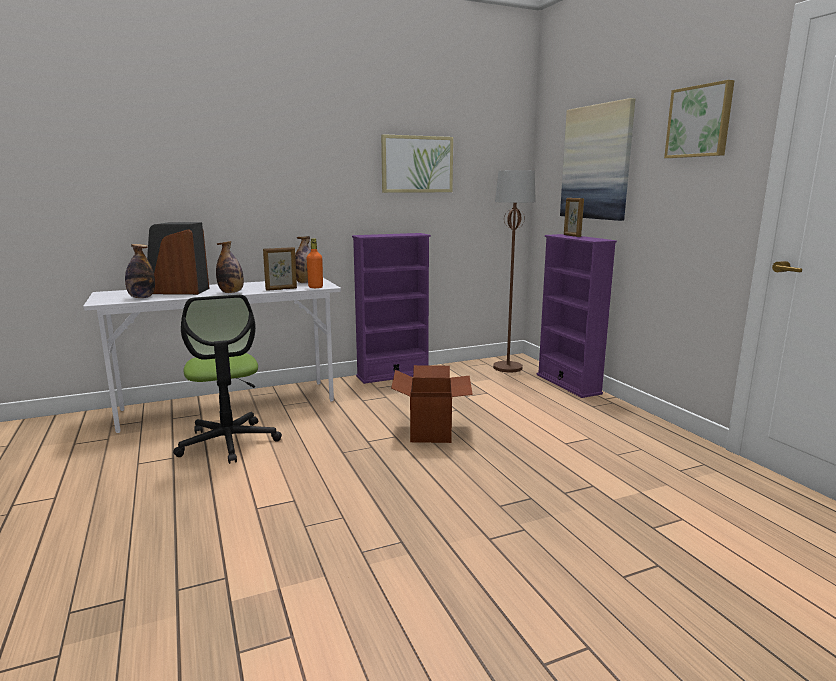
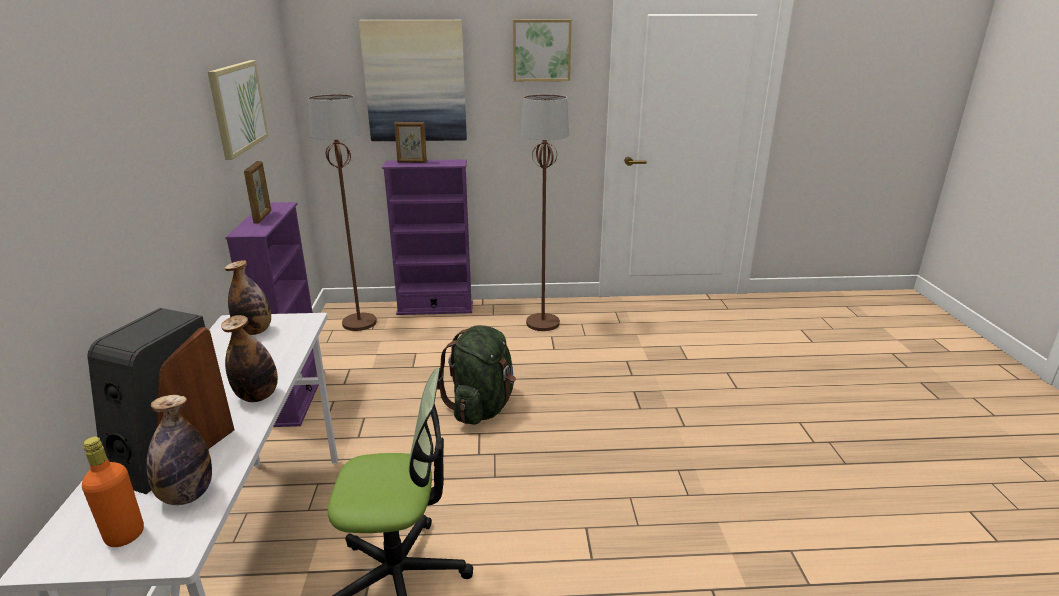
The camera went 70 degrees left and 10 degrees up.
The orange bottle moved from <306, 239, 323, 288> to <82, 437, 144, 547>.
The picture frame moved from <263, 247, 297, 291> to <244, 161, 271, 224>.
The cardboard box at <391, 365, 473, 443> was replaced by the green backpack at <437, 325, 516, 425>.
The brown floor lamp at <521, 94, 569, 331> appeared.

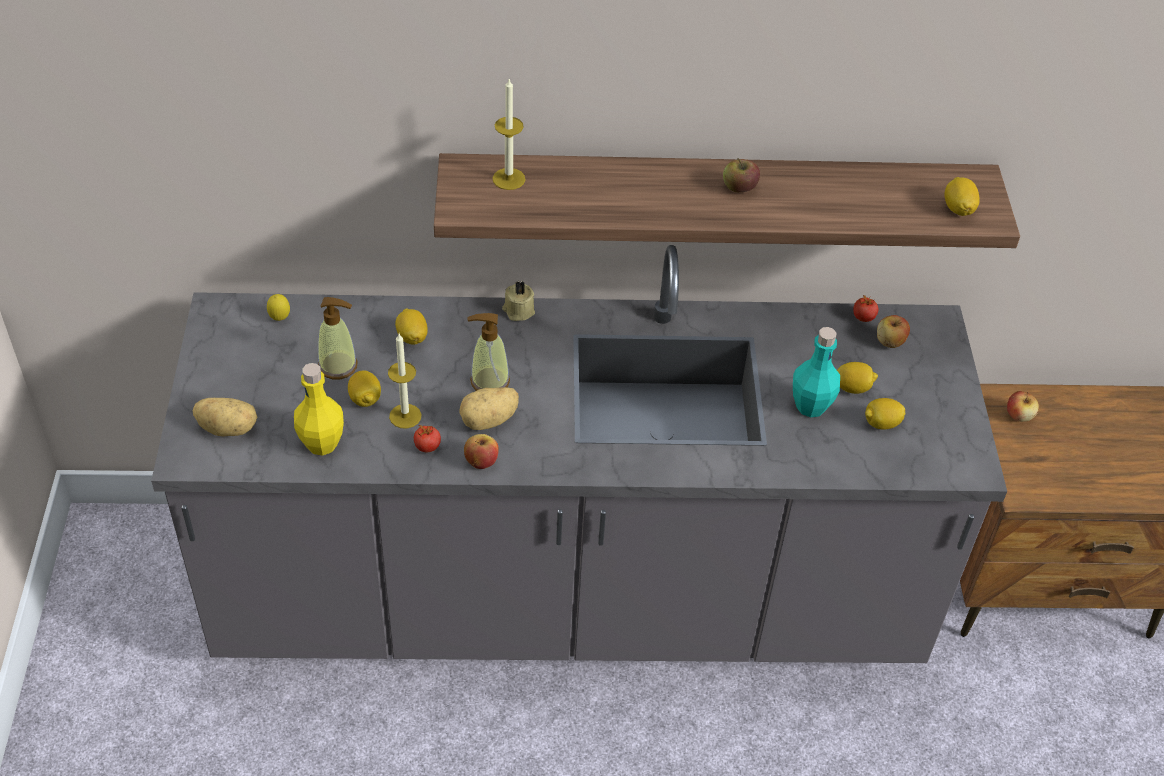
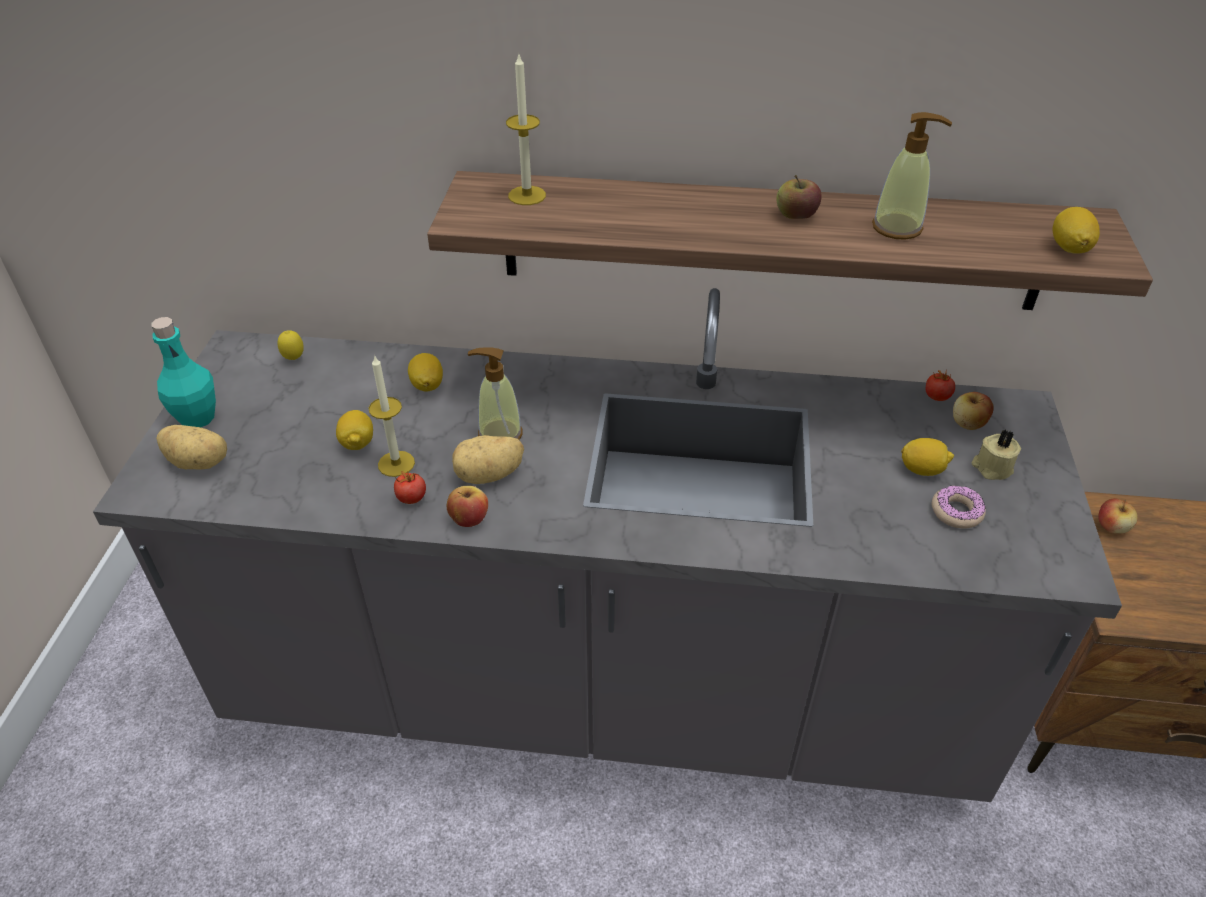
The camera went 10 degrees right and 5 degrees down.
The beige candle moved from <502, 281, 535, 321> to <971, 430, 1021, 480>.
The soap dispenser moved from <318, 297, 358, 379> to <872, 112, 952, 240>.
The turquoise bottle moved from <793, 327, 840, 417> to <151, 317, 216, 427>.
The yellow bottle at <294, 363, 344, 455> disappeared.
The lemon at <865, 398, 905, 429> was replaced by the donut at <932, 485, 986, 528>.

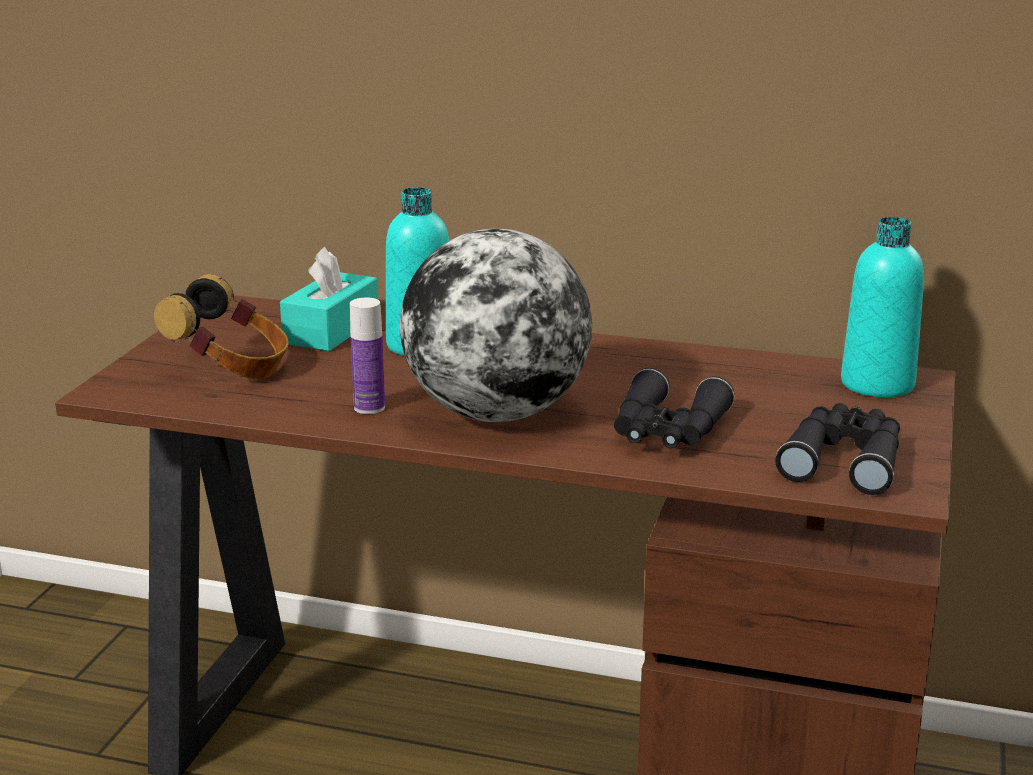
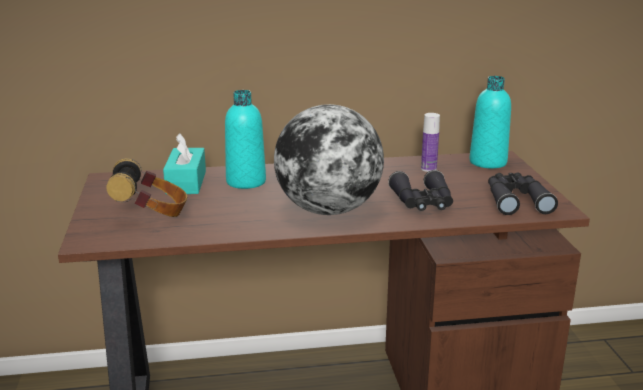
The camera went 25 degrees left and 0 degrees up.
The bottle moved from <350, 298, 385, 414> to <421, 113, 440, 172>.

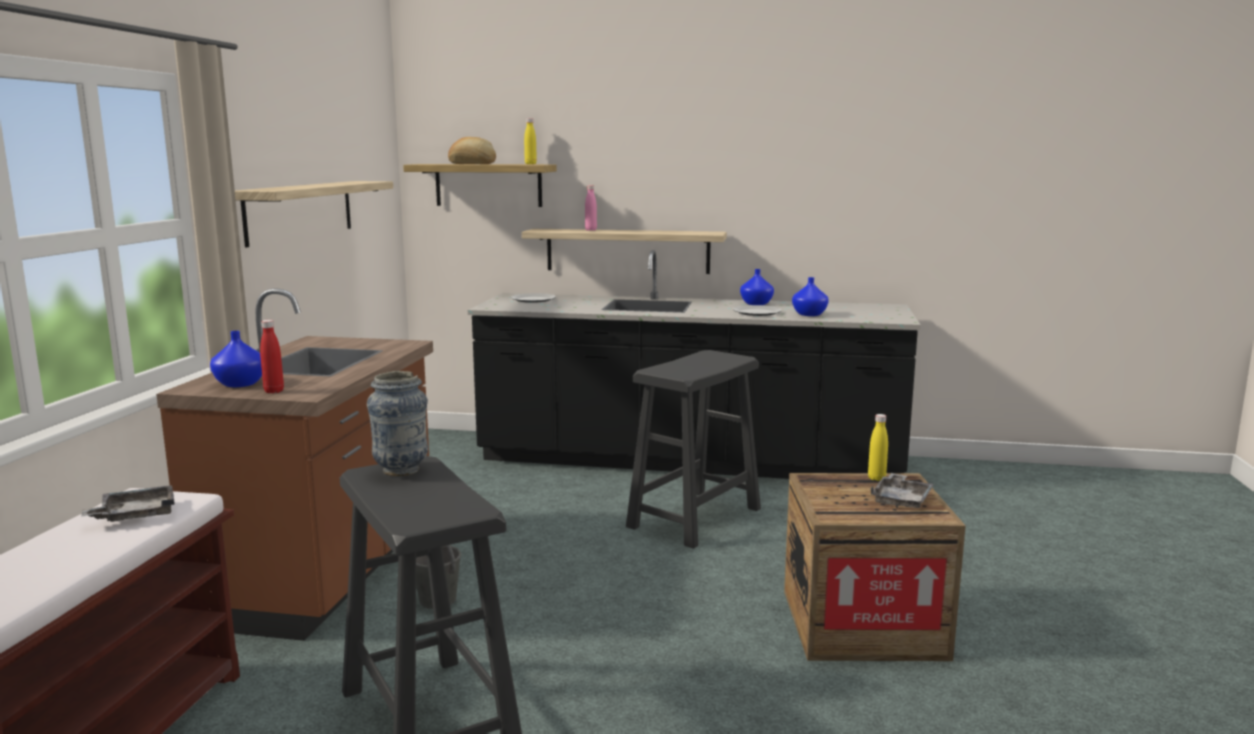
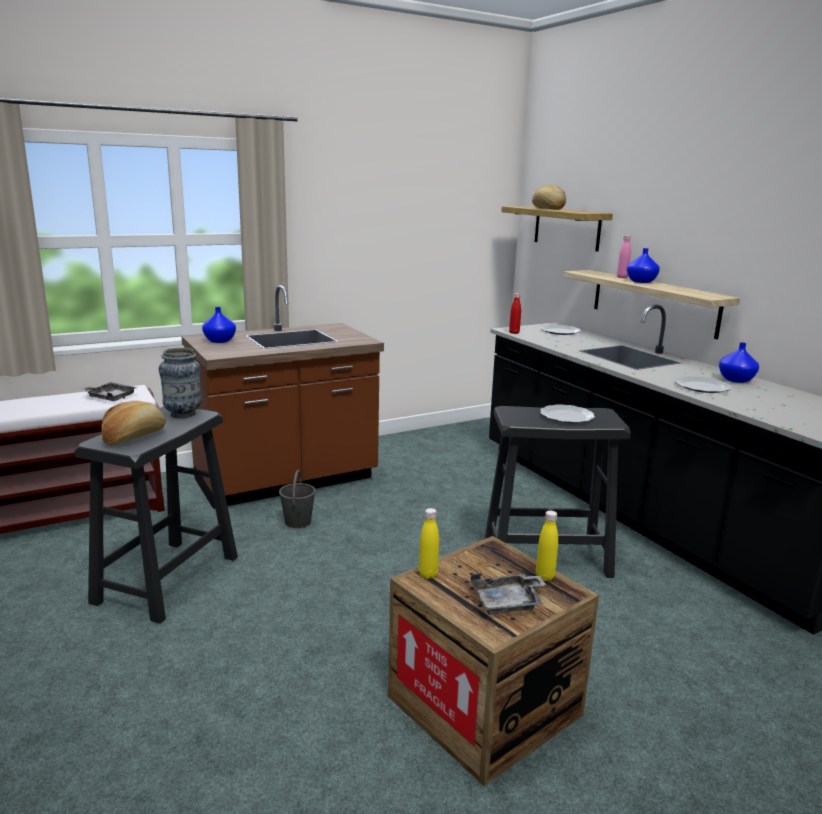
The camera went 50 degrees right and 5 degrees up.
The yellow bottle moved from <524, 118, 537, 164> to <419, 508, 439, 579>.
The shelf at <235, 181, 393, 248> disappeared.
The blue vase moved from <792, 277, 829, 316> to <627, 248, 660, 283>.
The red bottle moved from <260, 320, 284, 393> to <509, 293, 521, 334>.
The bread at <101, 401, 166, 445> appeared.
The plate at <540, 404, 595, 423> appeared.

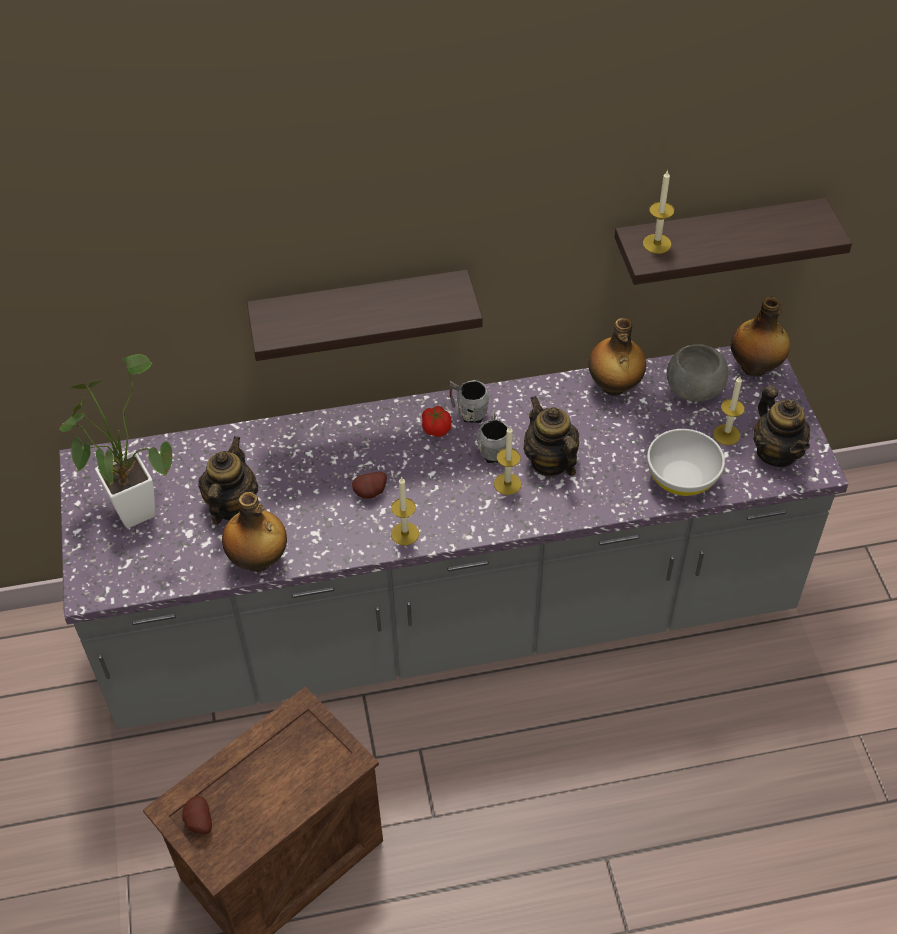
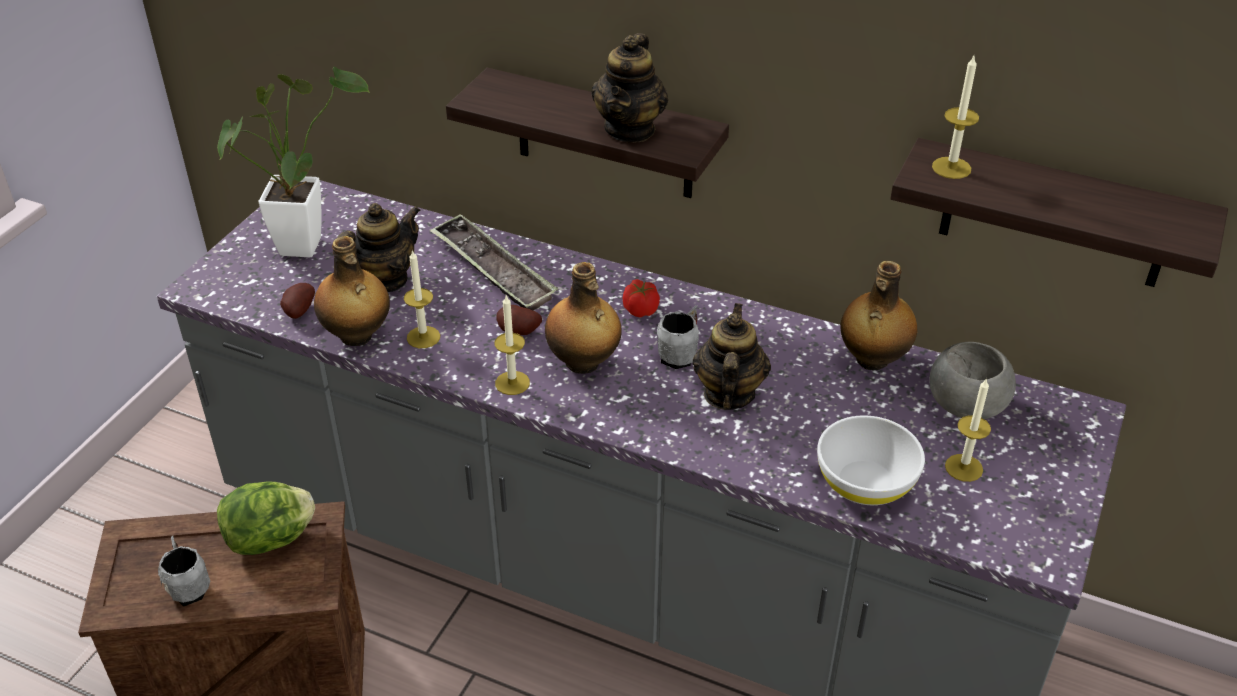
The camera went 35 degrees right and 10 degrees down.
The bottle moved from <731, 297, 790, 377> to <545, 262, 622, 374>.
The grey mug moved from <449, 380, 489, 423> to <158, 536, 210, 606>.
The teapot moved from <753, 386, 810, 467> to <591, 33, 668, 143>.
The candle moved from <494, 426, 521, 495> to <404, 249, 440, 348>.
The potato moved from <182, 796, 212, 834> to <280, 283, 315, 319>.
The tray at <430, 214, 558, 310> appeared.
The lettuce at <217, 482, 315, 555> appeared.

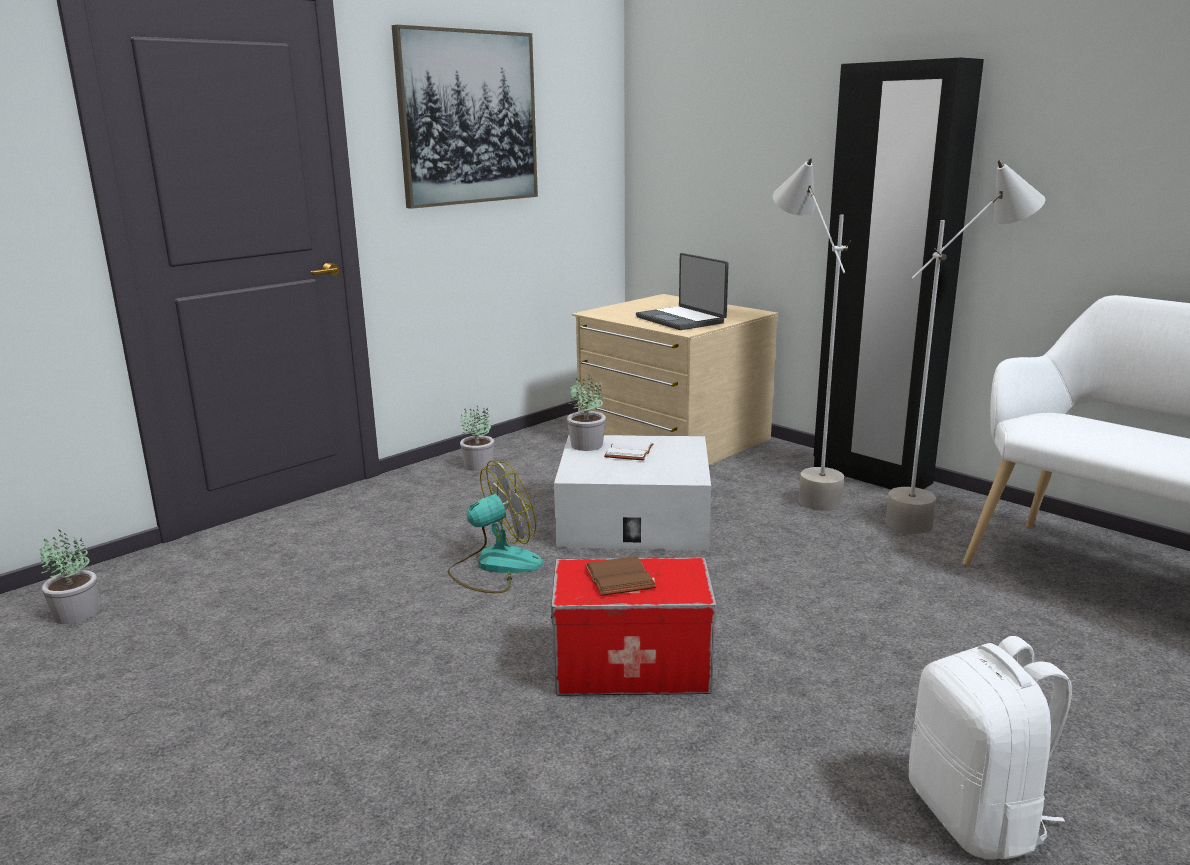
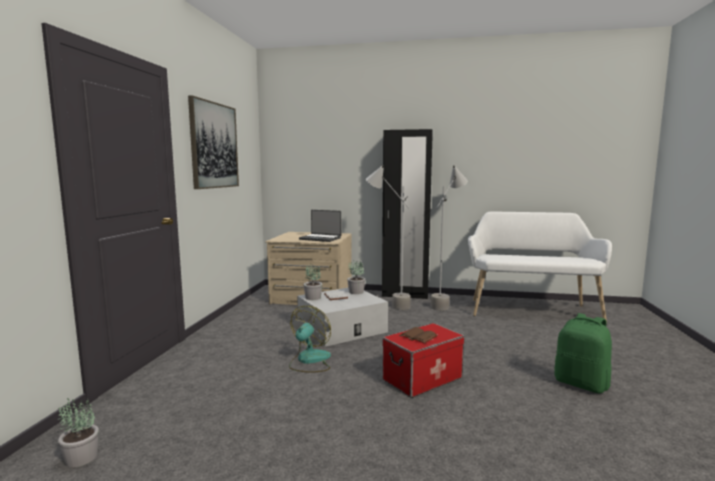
The camera went 35 degrees left and 10 degrees down.
The potted plant moved from <460, 406, 494, 471> to <347, 260, 365, 294>.
The white backpack at <909, 636, 1072, 860> became the green backpack at <554, 313, 612, 394>.

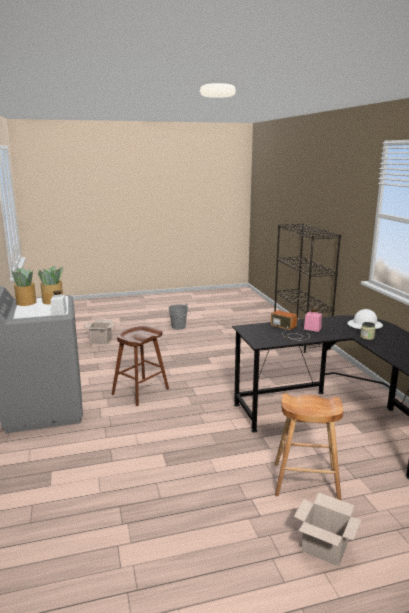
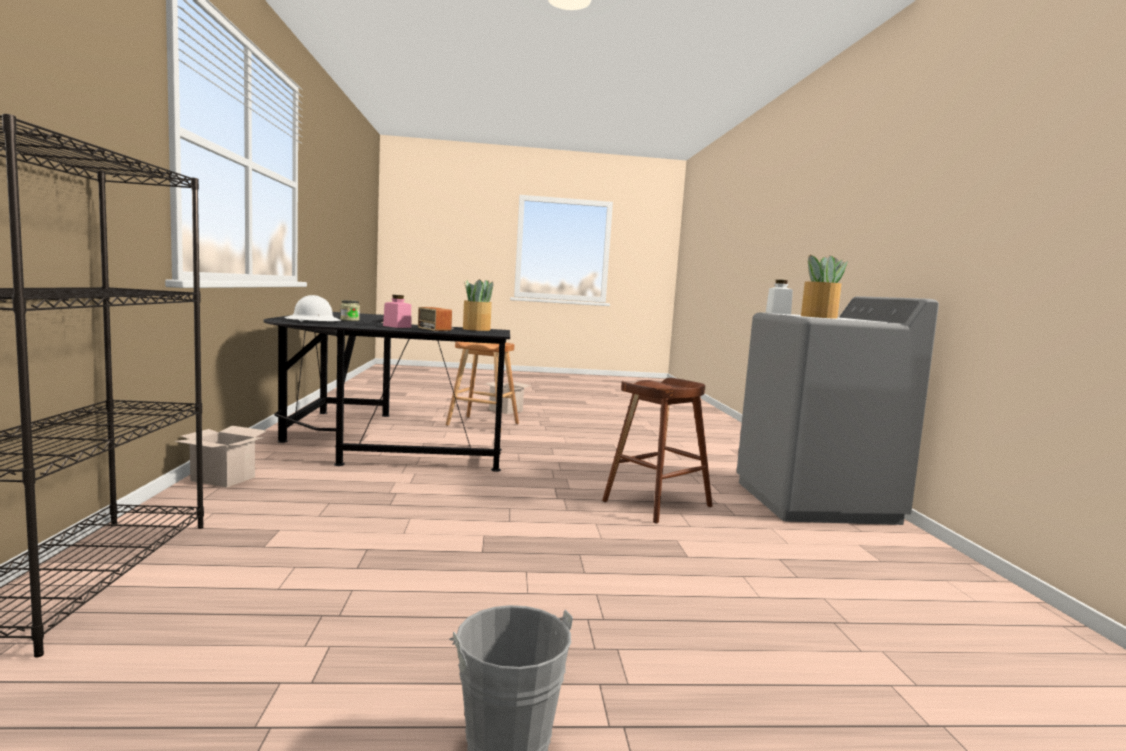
The camera went 170 degrees left and 10 degrees down.
The potted plant moved from <12, 267, 36, 306> to <463, 279, 494, 331>.
The cardboard box moved from <84, 319, 115, 344> to <174, 426, 266, 487>.

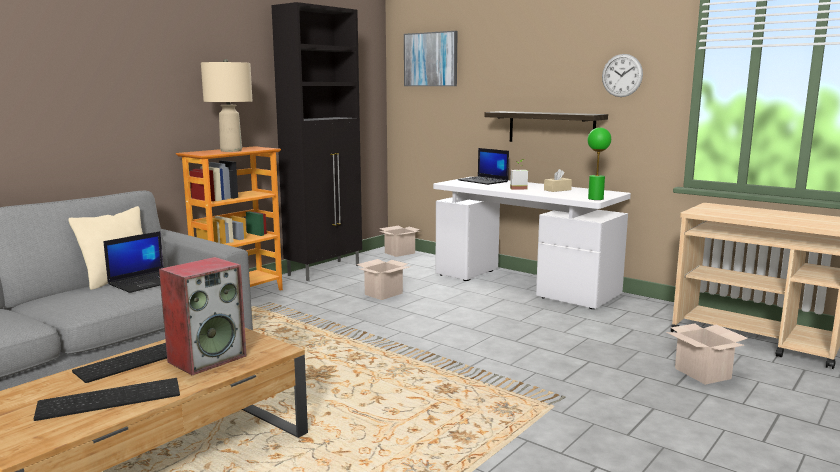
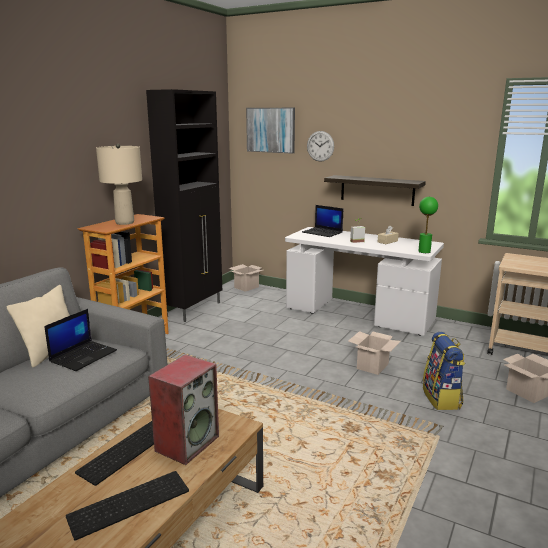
The camera went 10 degrees left and 5 degrees up.
The wall clock moved from <602, 54, 643, 97> to <307, 131, 334, 162>.
The cardboard box moved from <356, 259, 409, 300> to <348, 331, 401, 375>.
The backpack at <423, 332, 465, 410> appeared.

